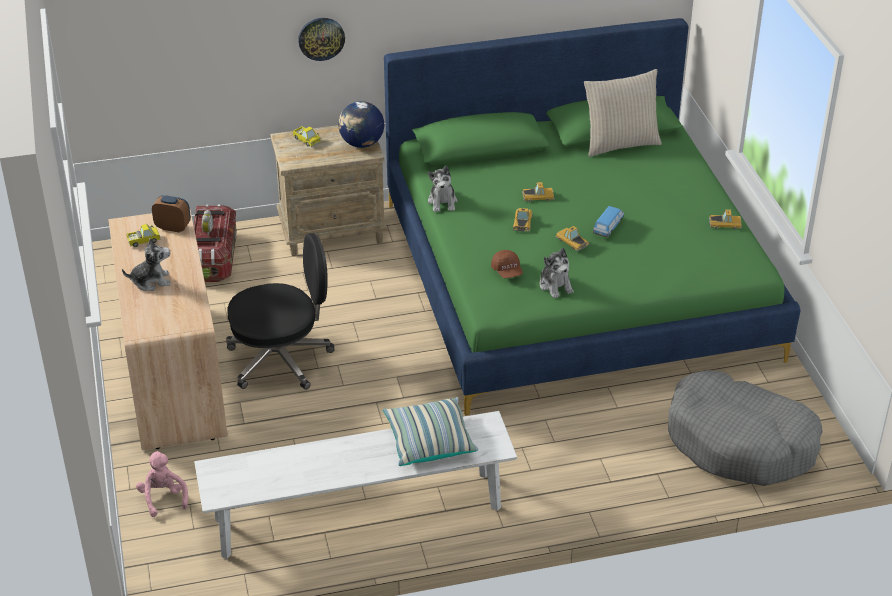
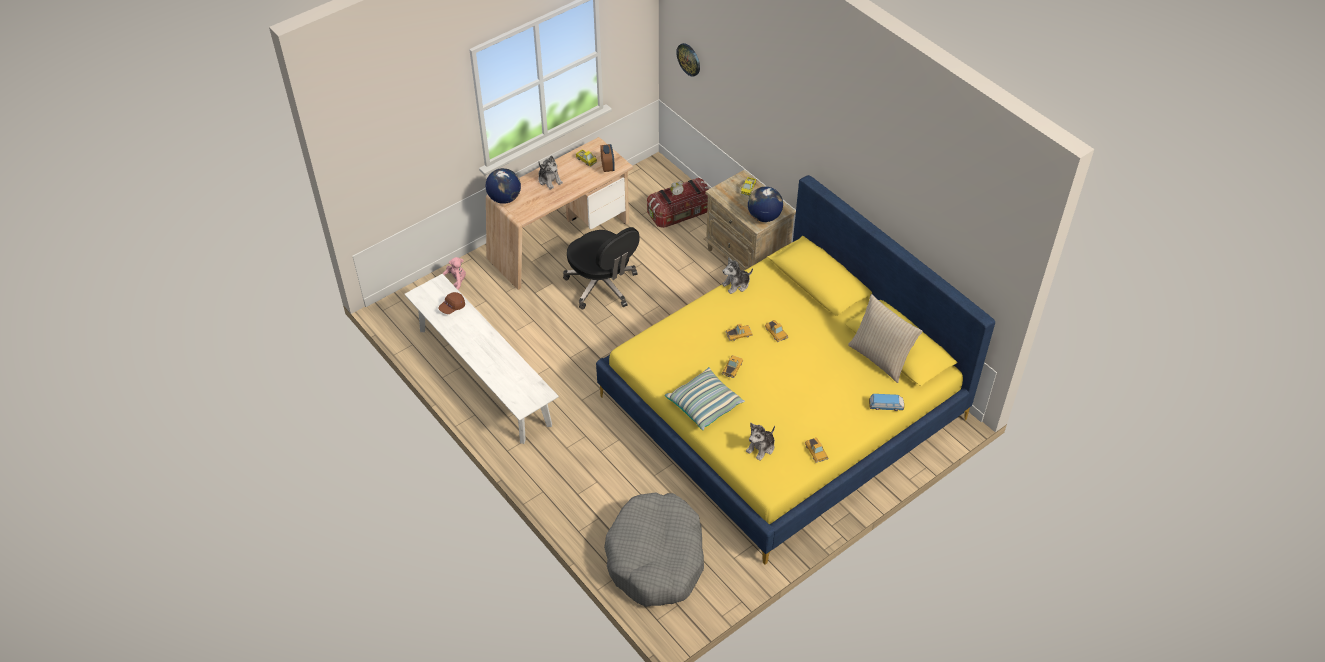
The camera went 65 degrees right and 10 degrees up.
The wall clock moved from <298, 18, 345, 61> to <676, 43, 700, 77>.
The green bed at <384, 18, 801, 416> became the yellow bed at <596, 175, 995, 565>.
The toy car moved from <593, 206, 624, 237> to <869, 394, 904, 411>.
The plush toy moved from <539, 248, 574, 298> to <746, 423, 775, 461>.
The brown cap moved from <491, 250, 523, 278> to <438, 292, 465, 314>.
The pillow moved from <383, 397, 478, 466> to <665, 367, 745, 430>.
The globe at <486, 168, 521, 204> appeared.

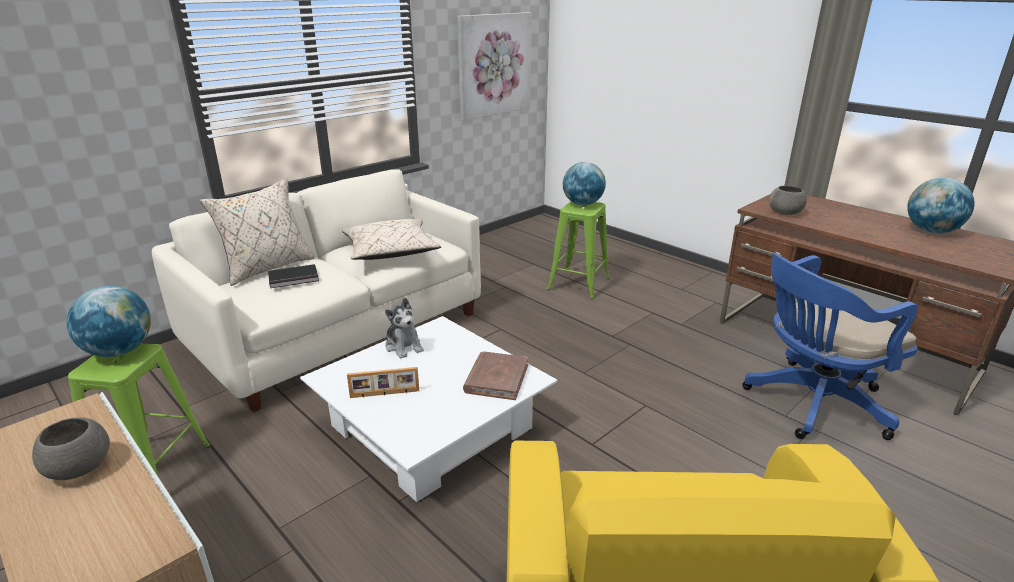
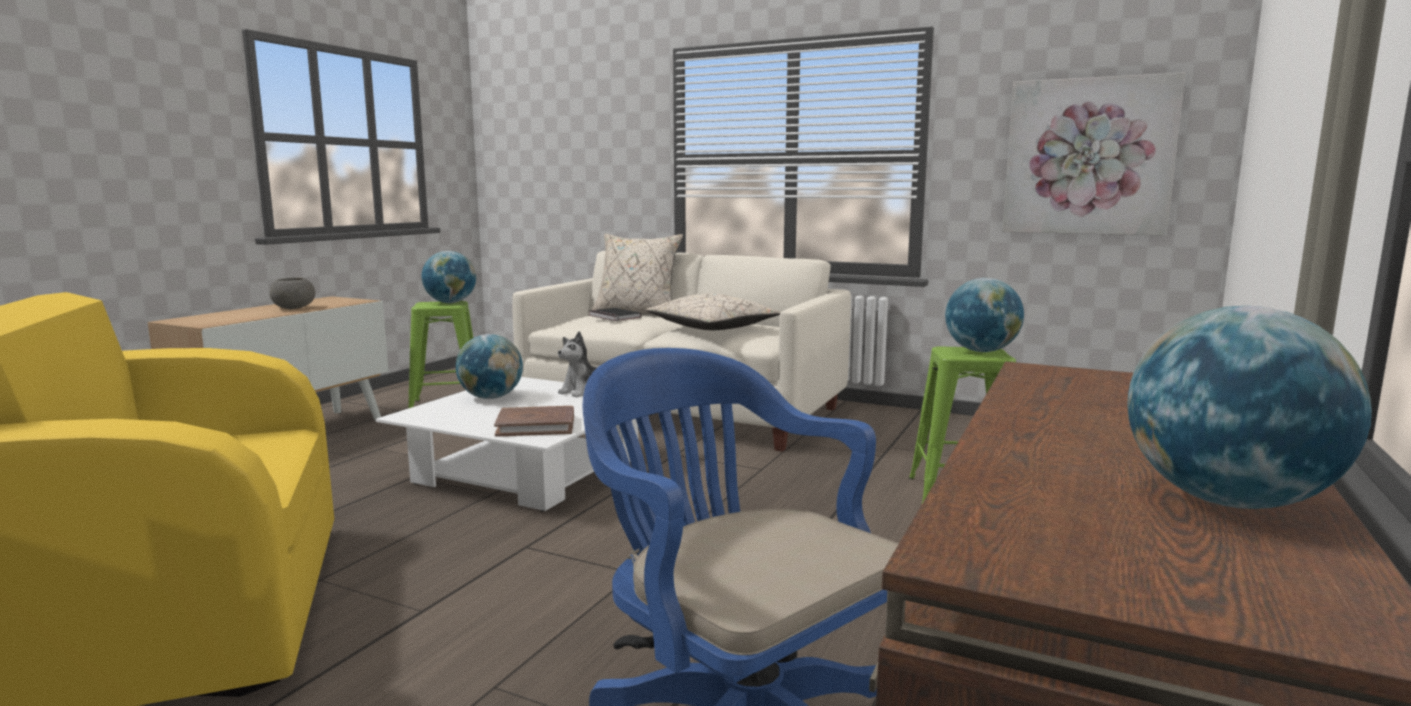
The camera went 70 degrees right and 15 degrees down.
The grey bowl at <769, 185, 807, 215> disappeared.
The picture frame at <347, 367, 419, 398> was replaced by the globe at <456, 334, 523, 399>.

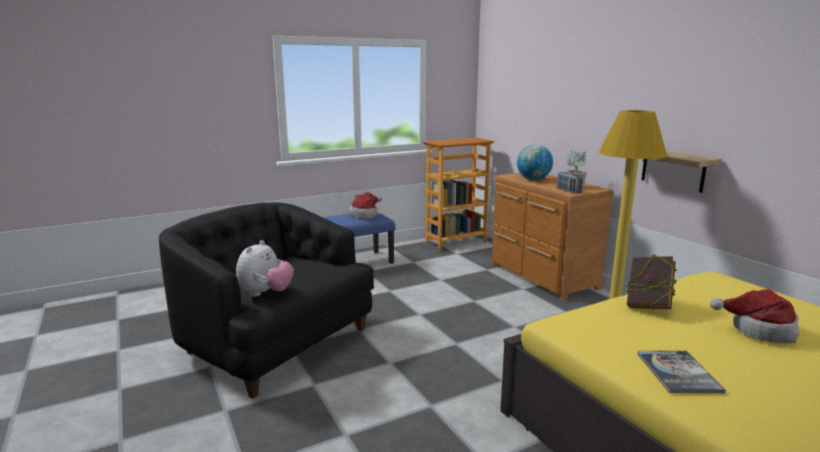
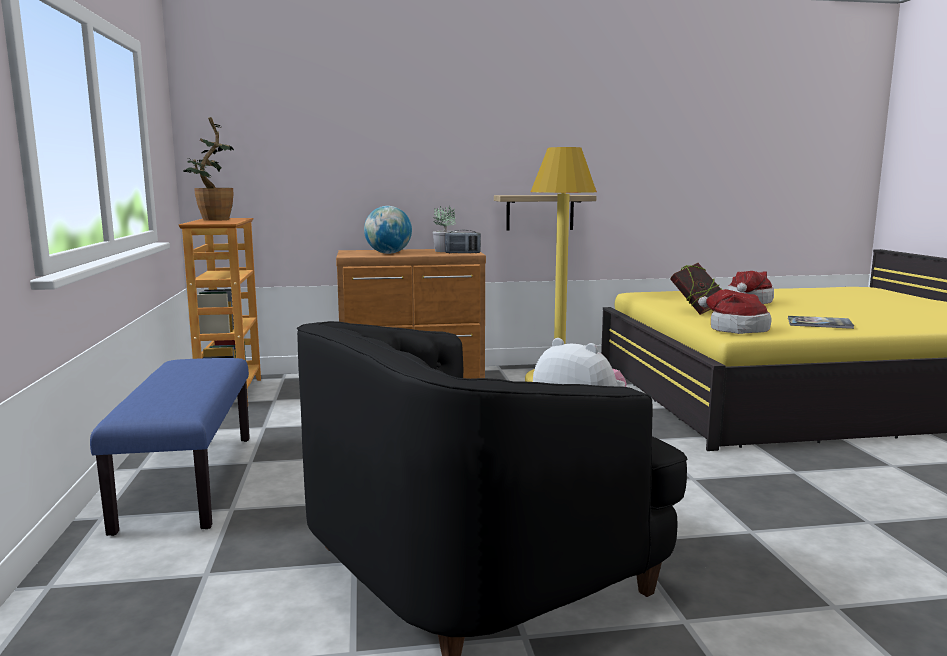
The camera went 70 degrees left and 5 degrees down.
The hat moved from <349, 192, 382, 219> to <698, 289, 771, 334>.
The potted plant at <184, 117, 234, 221> appeared.

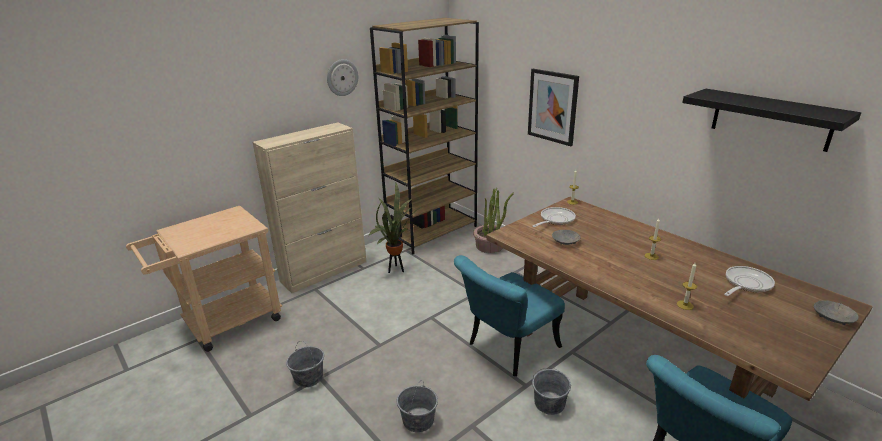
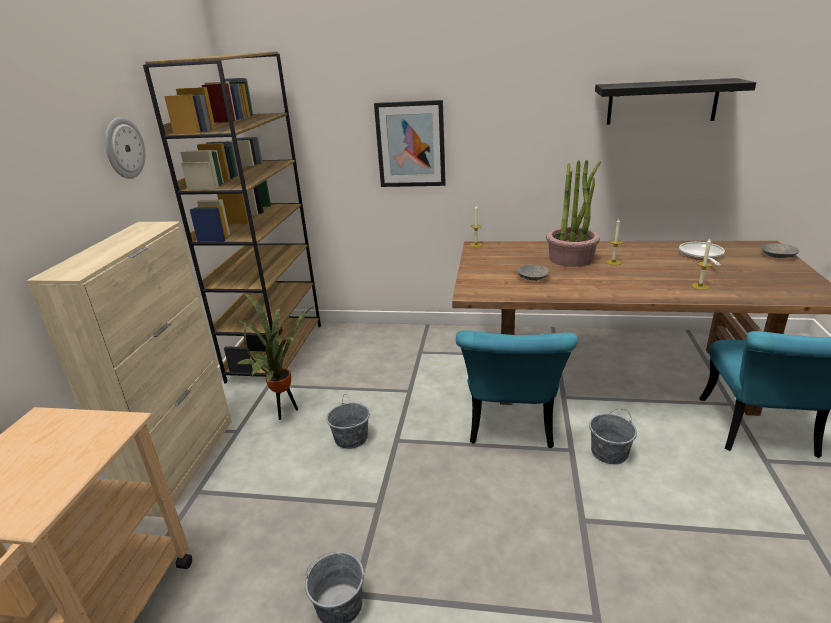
The camera went 40 degrees left and 0 degrees up.
The potted plant moved from <473, 188, 514, 253> to <546, 160, 601, 267>.
The frying pan at <532, 207, 576, 227> disappeared.
The grey bucket moved from <397, 380, 438, 432> to <326, 394, 370, 449>.

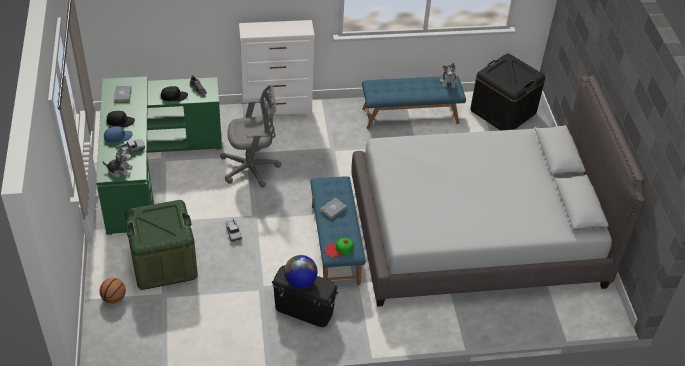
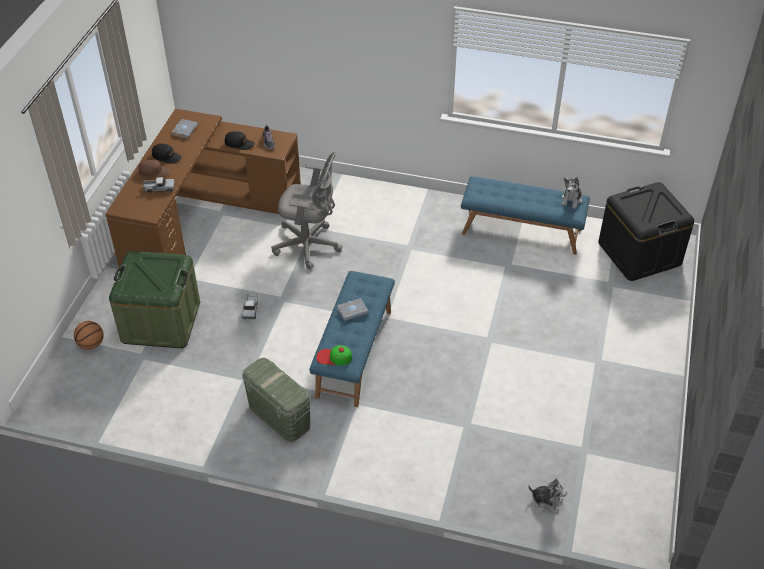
The camera went 25 degrees right and 0 degrees up.
The white dresser at <239, 20, 315, 118> disappeared.
The grey bed at <351, 75, 646, 307> disappeared.
The green desk at <96, 77, 222, 235> became the brown desk at <105, 109, 301, 268>.
The blue cap at <103, 126, 133, 143> became the brown cap at <139, 160, 171, 178>.
The plush toy moved from <103, 147, 133, 178> to <528, 478, 567, 513>.
The globe at <284, 255, 318, 289> disappeared.
The black storage box at <272, 265, 338, 327> became the green storage box at <242, 358, 311, 442>.

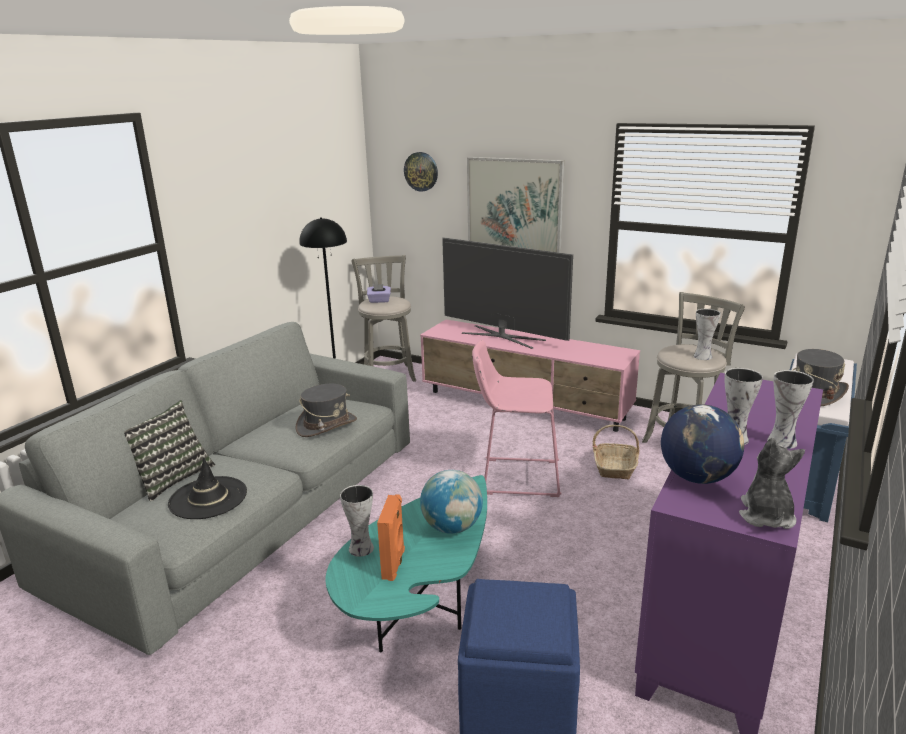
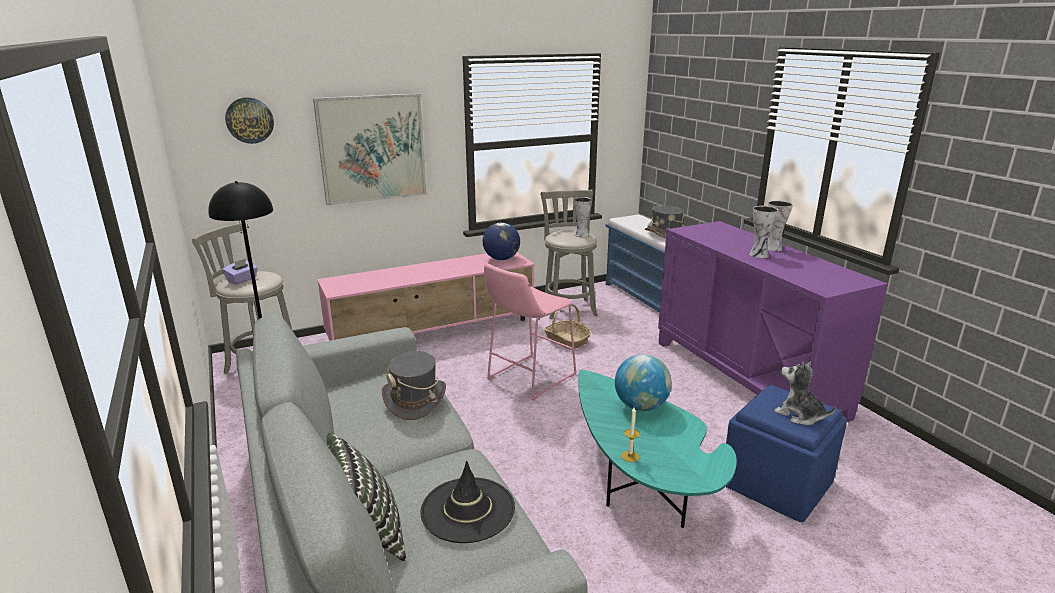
The camera went 55 degrees left and 0 degrees up.
The television at <442, 237, 573, 349> disappeared.
The globe moved from <661, 404, 744, 484> to <483, 222, 520, 260>.
The plush toy moved from <739, 437, 805, 529> to <774, 361, 836, 425>.
The vase at <340, 485, 374, 557> was replaced by the candle at <621, 408, 640, 462>.
The orange speaker at <377, 494, 405, 581> disappeared.

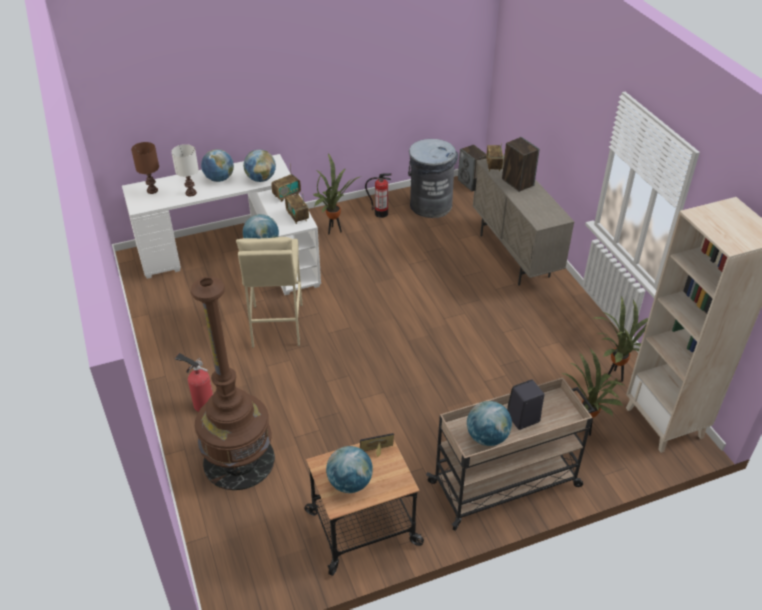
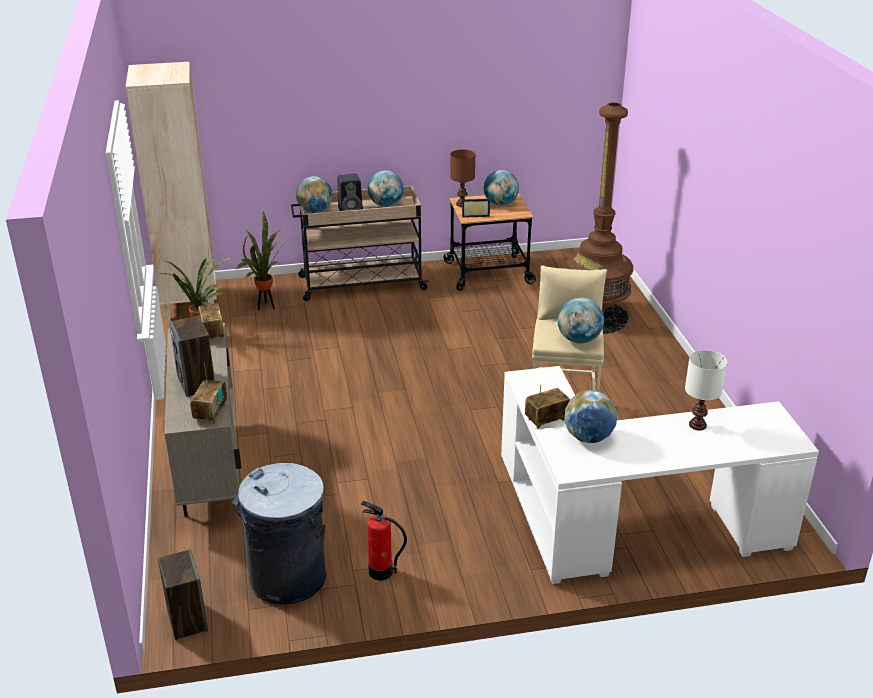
The camera went 170 degrees left and 10 degrees down.
The brown table lamp moved from <131, 142, 159, 194> to <450, 149, 475, 207>.
The globe moved from <201, 149, 234, 182> to <296, 176, 333, 213>.
The potted plant at <313, 153, 360, 234> disappeared.
The radio moved from <285, 193, 309, 224> to <198, 289, 224, 340>.
The fire extinguisher at <175, 353, 213, 412> disappeared.

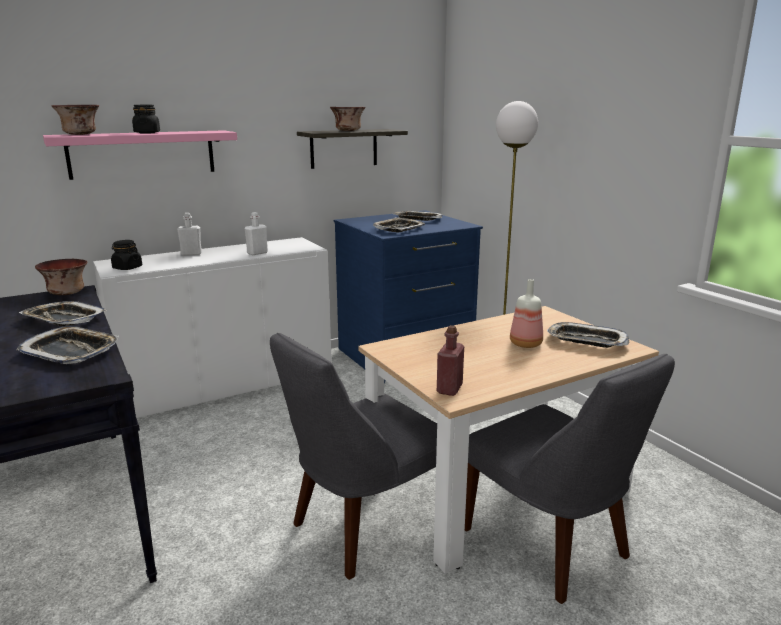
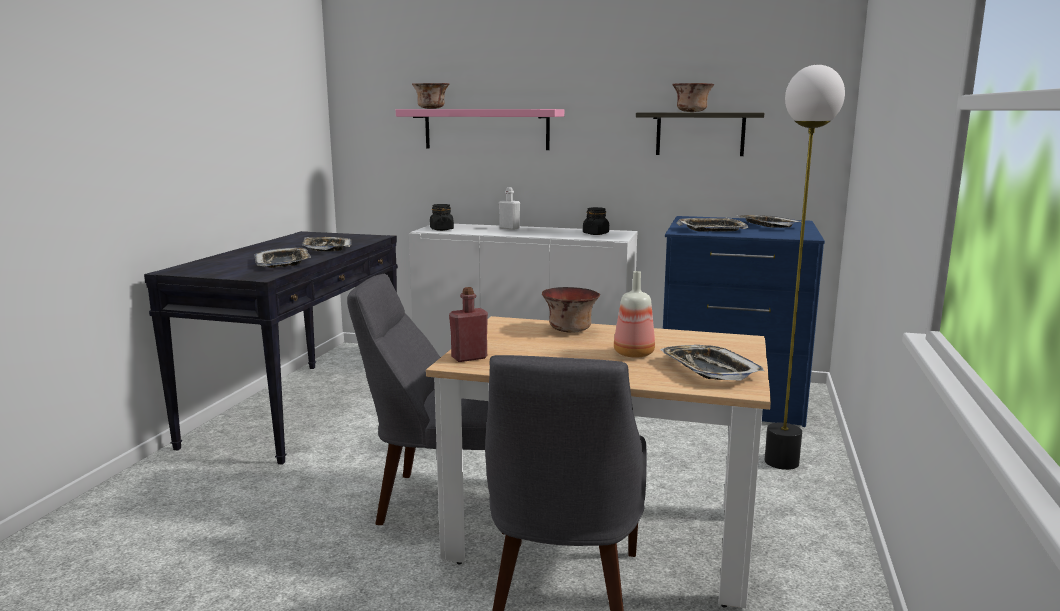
The camera went 45 degrees right and 5 degrees down.
The black jar moved from <132, 105, 160, 134> to <583, 207, 609, 235>.
The white bottle at <245, 212, 268, 255> disappeared.
The bowl moved from <35, 259, 87, 295> to <542, 287, 600, 333>.

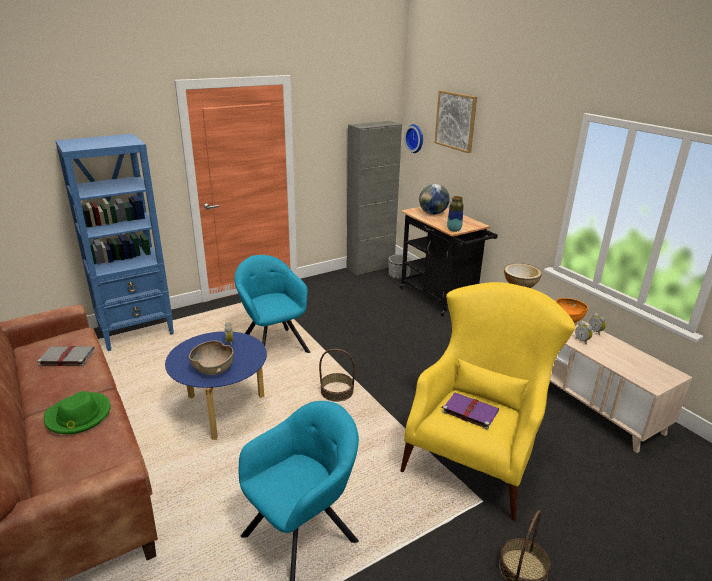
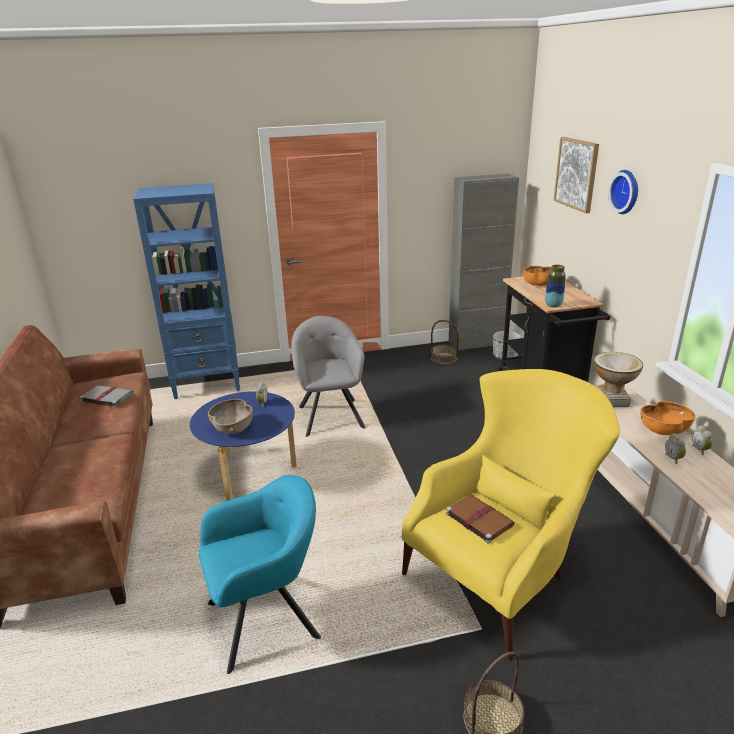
The camera went 20 degrees right and 0 degrees up.
The wall clock moved from <404, 124, 423, 153> to <608, 170, 638, 214>.
The globe at <419, 184, 450, 215> was replaced by the orange bowl at <523, 266, 551, 286>.
The turquoise armchair at <234, 255, 311, 353> became the grey armchair at <291, 316, 366, 437>.
The basket moved from <319, 349, 355, 402> to <431, 320, 459, 364>.
The green hat at <44, 391, 111, 434> disappeared.
The purple book at <441, 392, 499, 429> became the brown book at <446, 494, 514, 543>.

